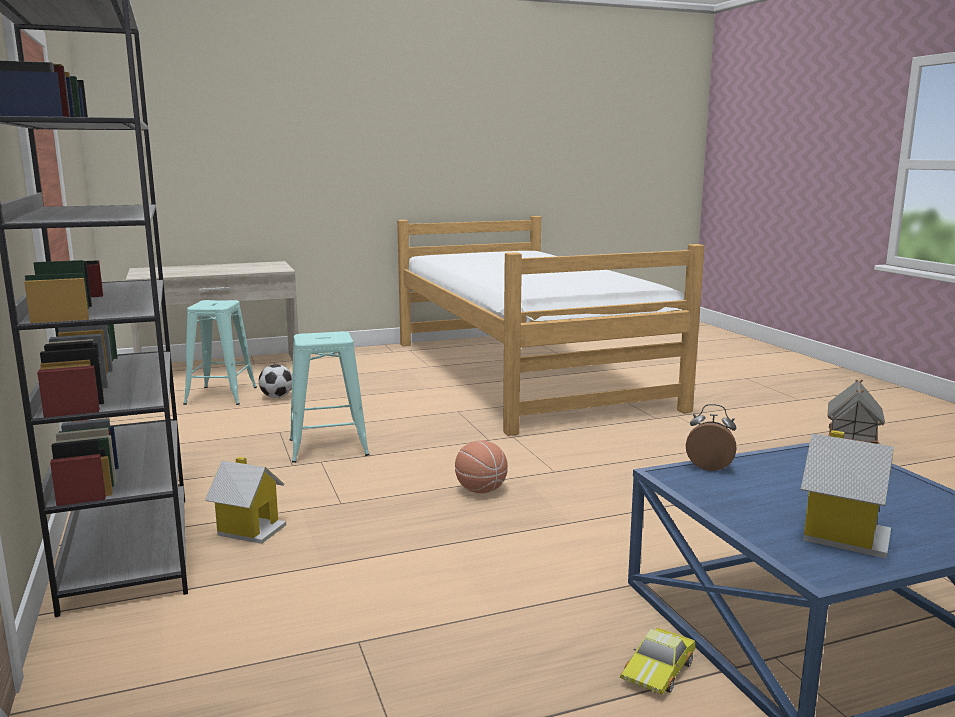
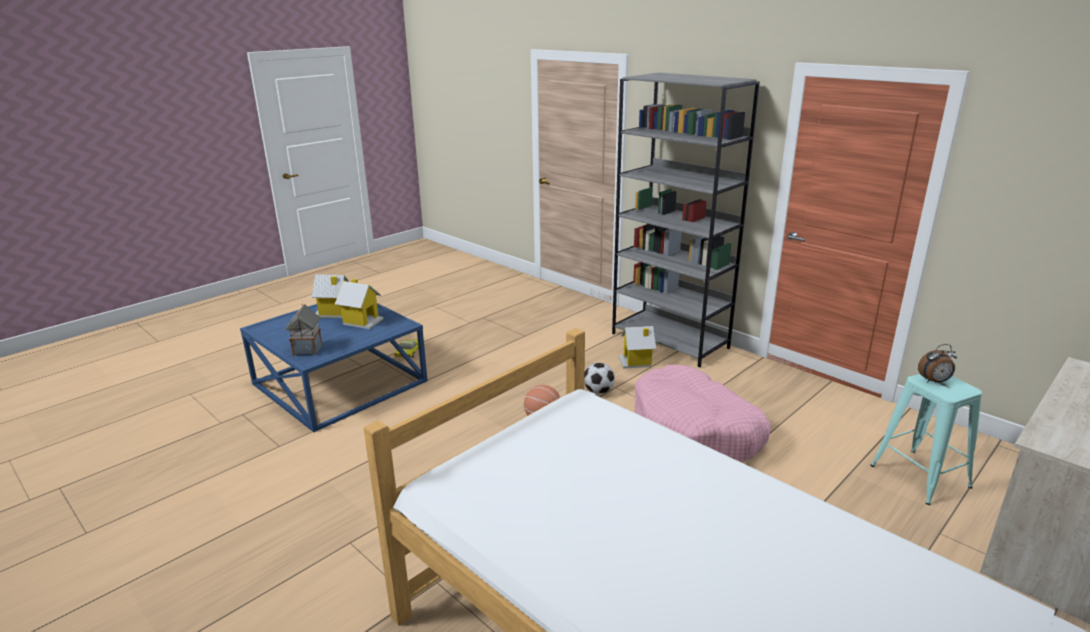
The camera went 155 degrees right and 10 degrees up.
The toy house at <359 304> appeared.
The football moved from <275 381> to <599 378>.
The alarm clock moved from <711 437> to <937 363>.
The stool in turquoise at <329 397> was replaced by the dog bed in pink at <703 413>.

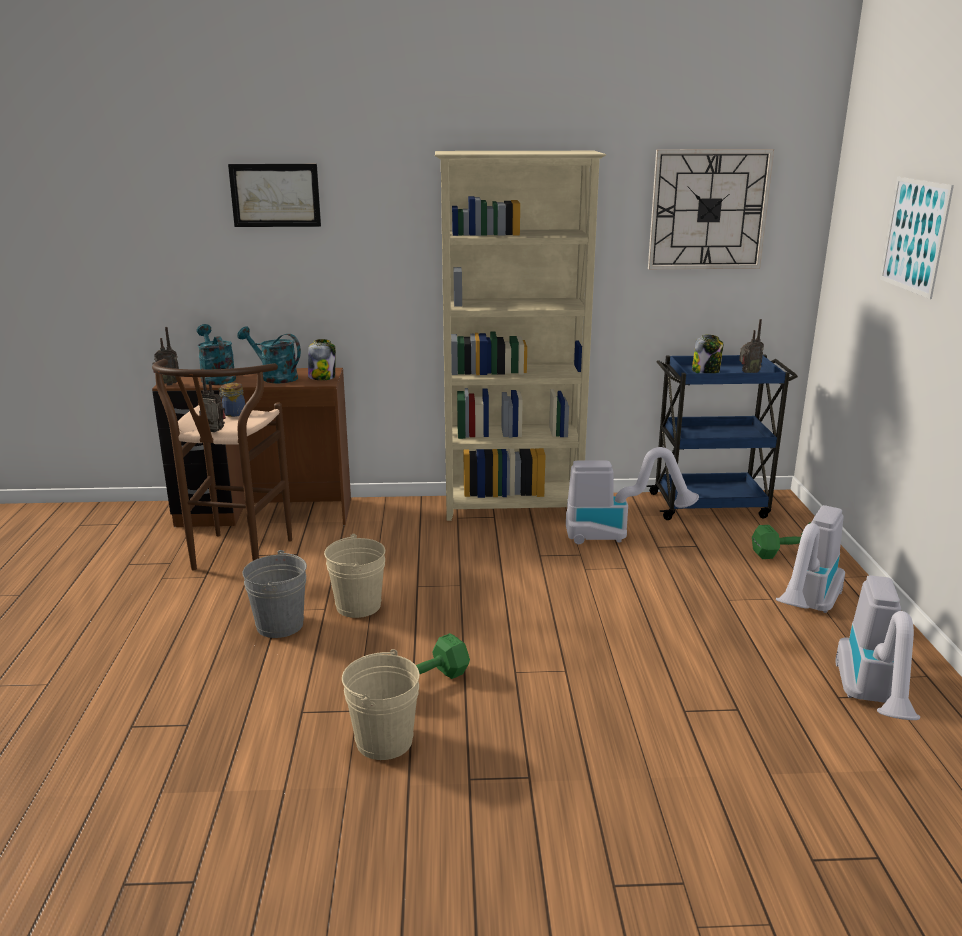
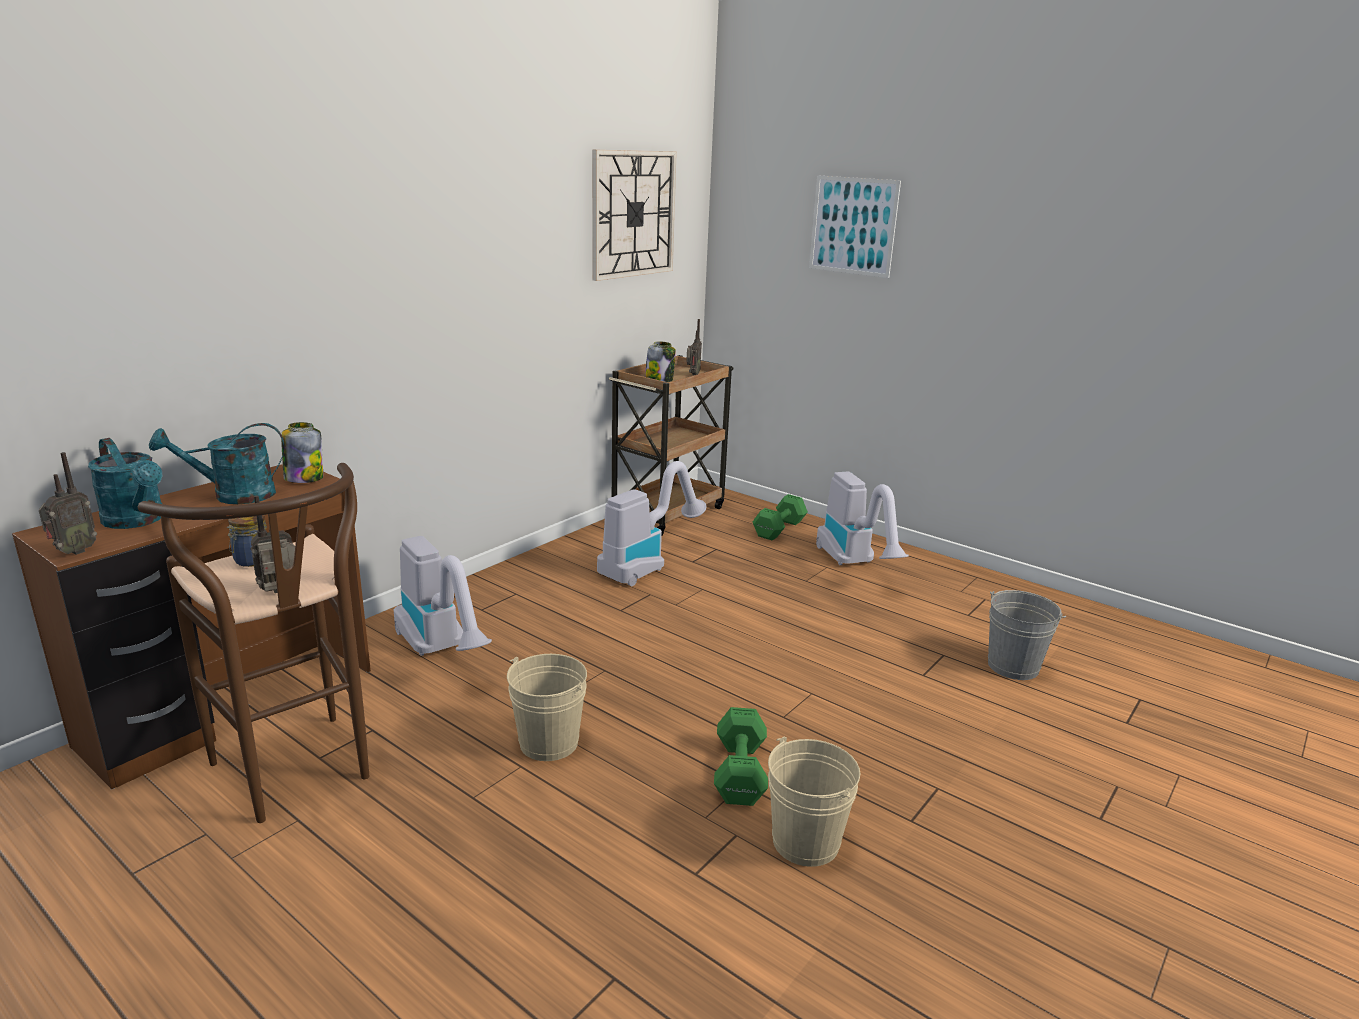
The camera went 50 degrees left and 0 degrees up.
The picture at <274 195> disappeared.
The bookcase in beige at <520 336> disappeared.
The bucket in grey moved from <274 594> to <1027 635>.
The vacuum cleaner moved from <878 647> to <443 596>.
The cart in blue at <722 437> became the cart in brown at <671 445>.
The watering can in turquoise at <216 354> turned 150 degrees counterclockwise.

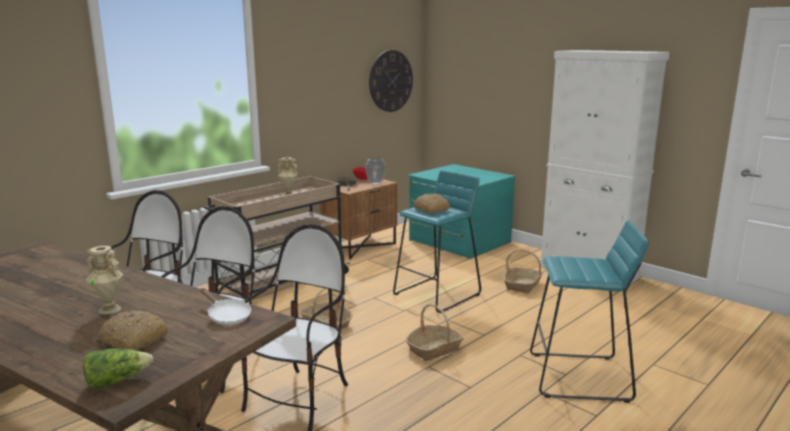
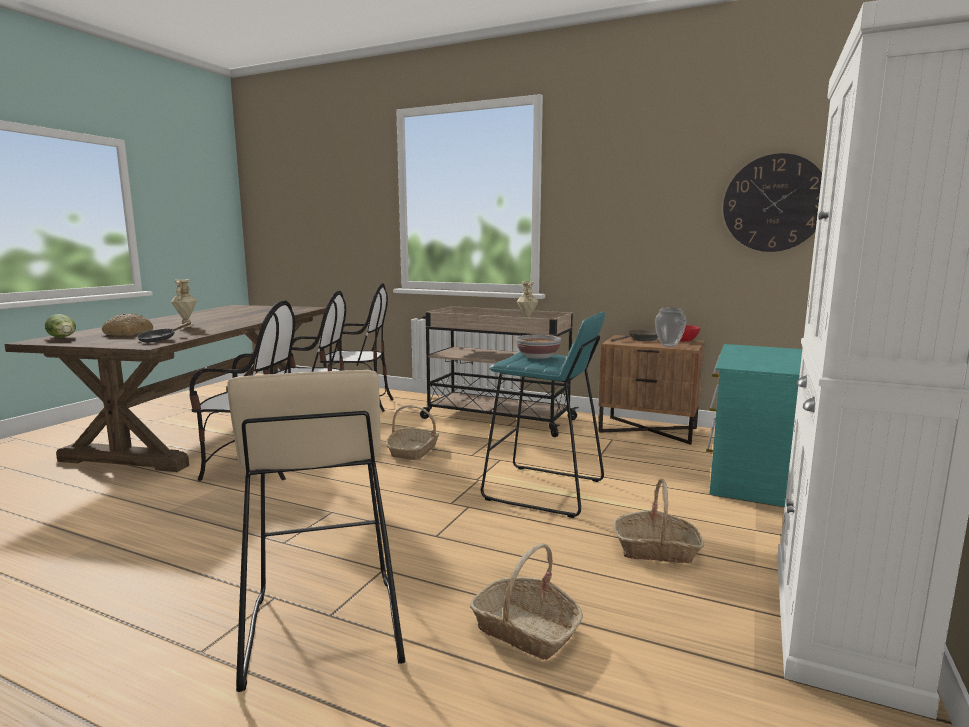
The camera went 70 degrees right and 5 degrees down.
The basket moved from <435 332> to <526 601>.
The bread at <431 203> was replaced by the bowl at <538 347>.
The frying pan in white at <226 306> became the frying pan in black at <164 332>.
The stool in turquoise at <589 311> became the stool in beige at <316 531>.

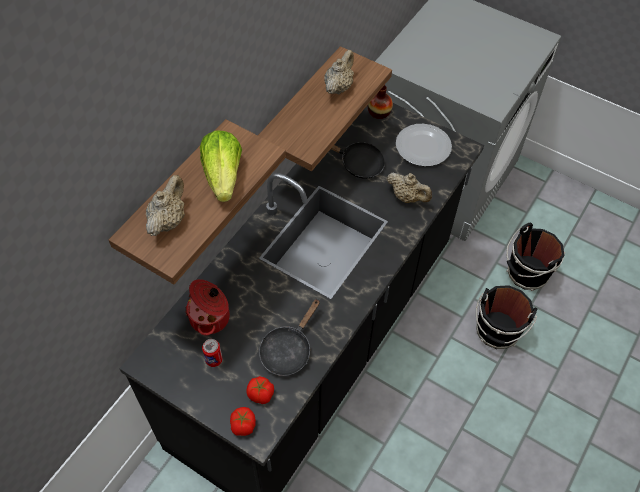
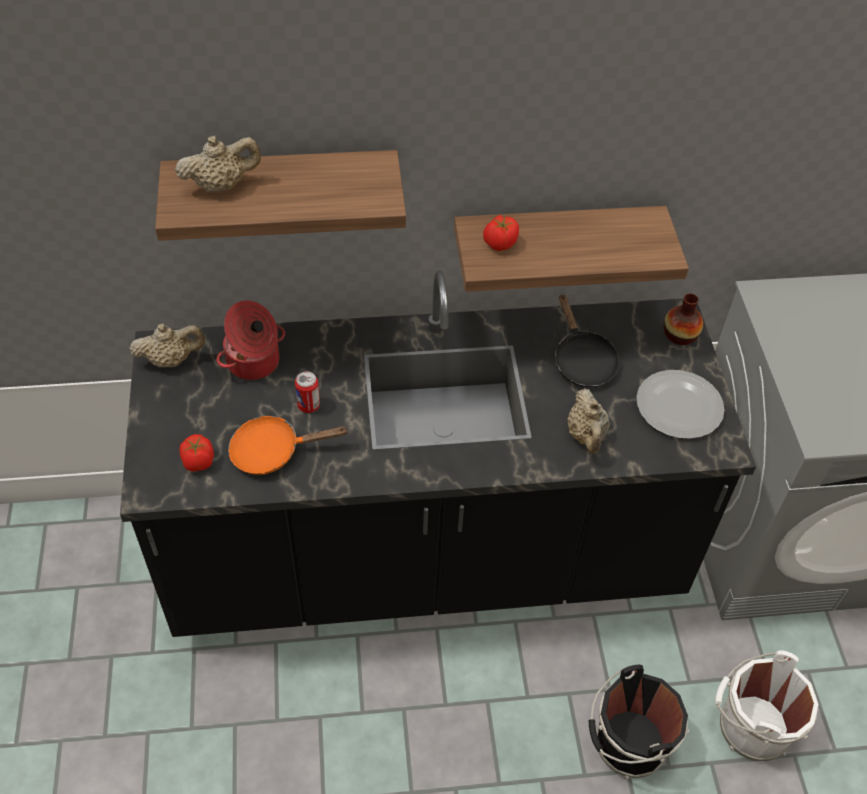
The camera went 50 degrees right and 5 degrees down.
The lettuce at <221 166> disappeared.
The can moved from <212 353> to <307 392>.
The tomato moved from <243 421> to <501 233>.
The teapot in beige moved from <339 72> to <167 345>.
The frying pan in black at <289 337> became the frying pan in orange at <288 445>.
The bucket in black at <535 257> became the bucket in white at <767 705>.

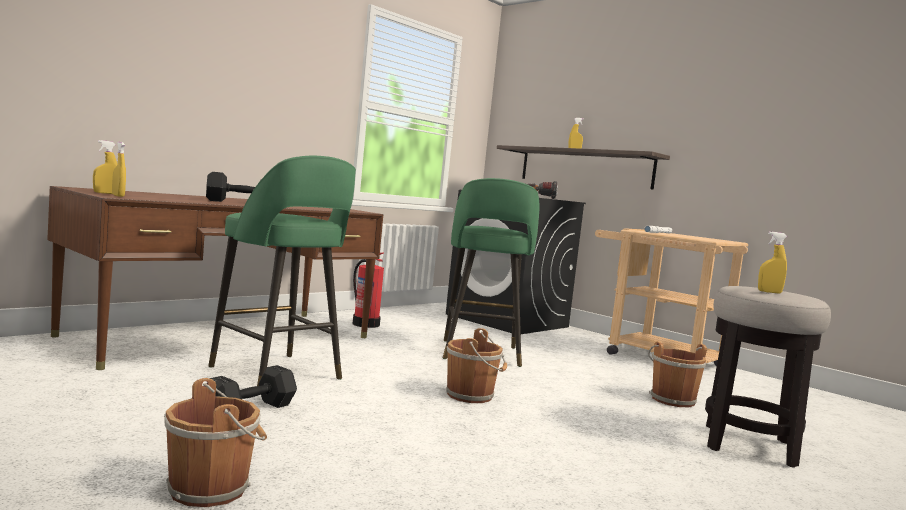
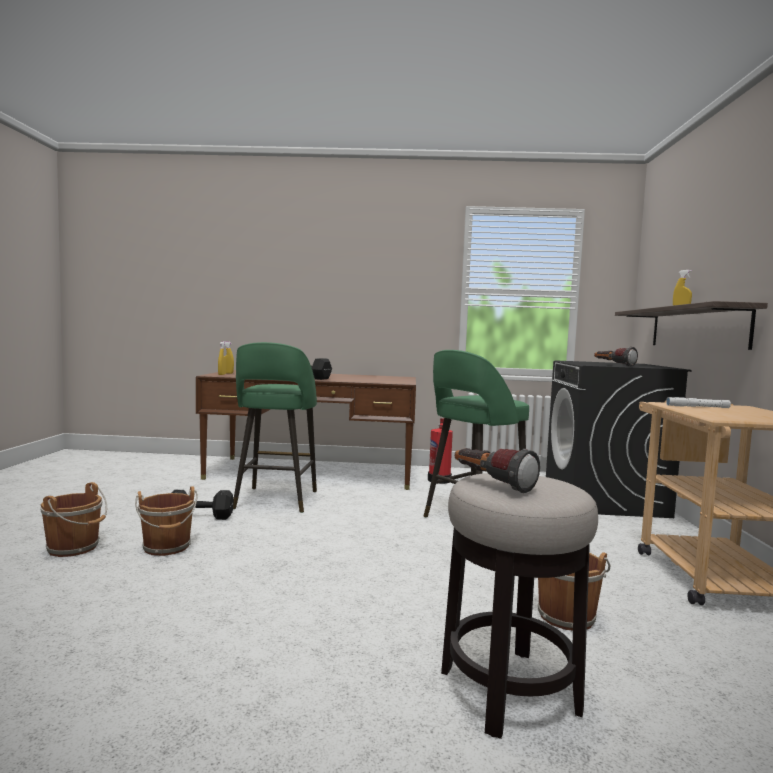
The camera went 50 degrees right and 0 degrees up.
The bucket in brown moved from <476 365> to <166 521>.
The spray bottle in yellow at <772 262> was replaced by the flashlight at <497 470>.

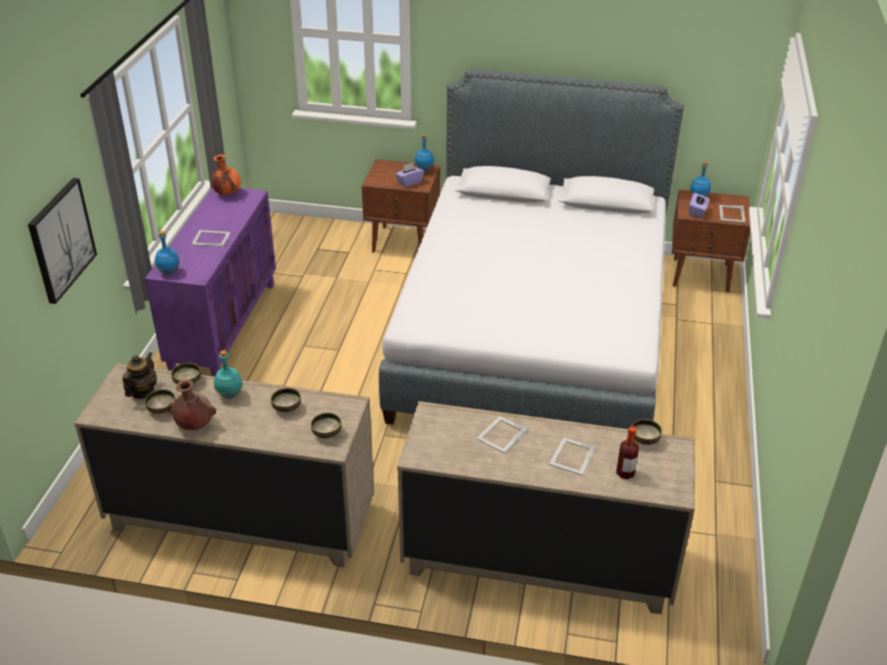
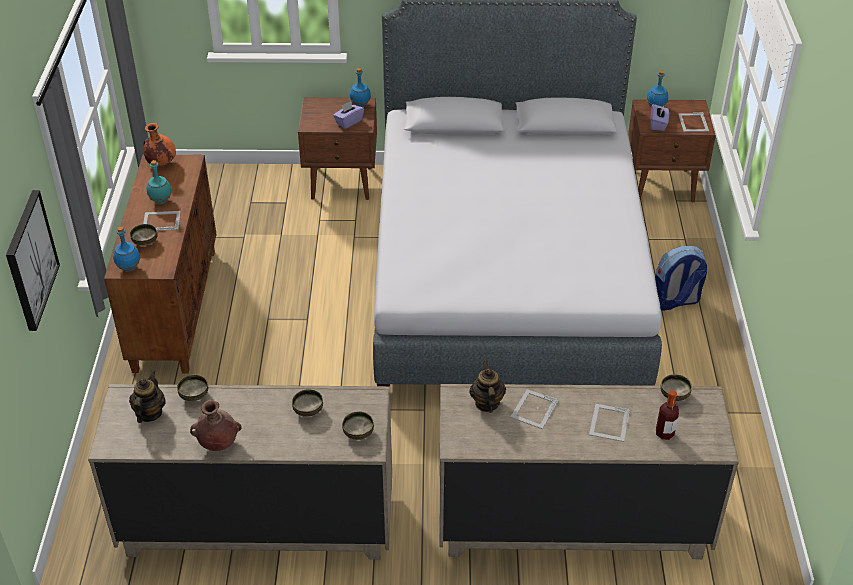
The camera went 10 degrees left and 5 degrees up.
The teapot at <487 387> appeared.
The backpack at <681 278> appeared.
The bowl moved from <160 401> to <144 235>.
The bottle in turquoise moved from <228 374> to <159 182>.
The cabinet in purple at <210 282> became the cabinet in brown at <160 264>.

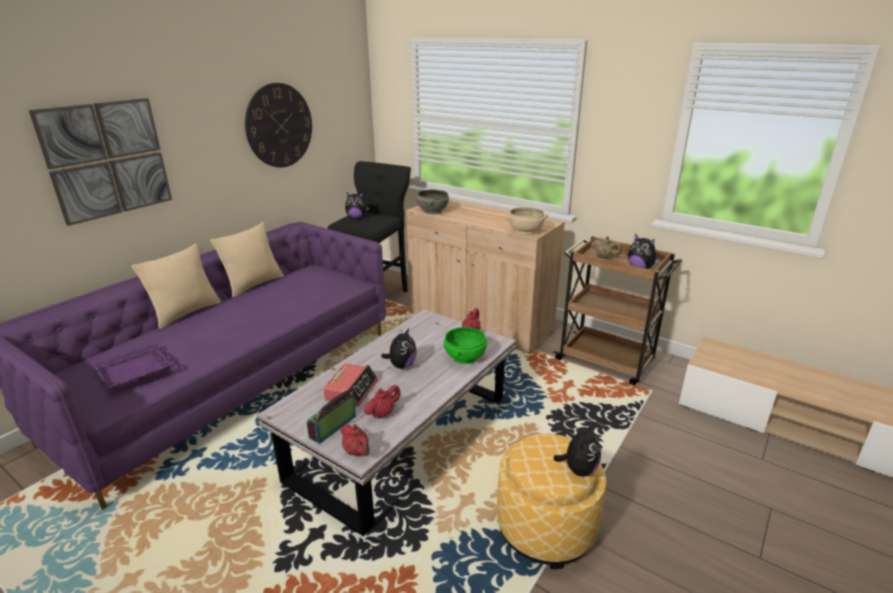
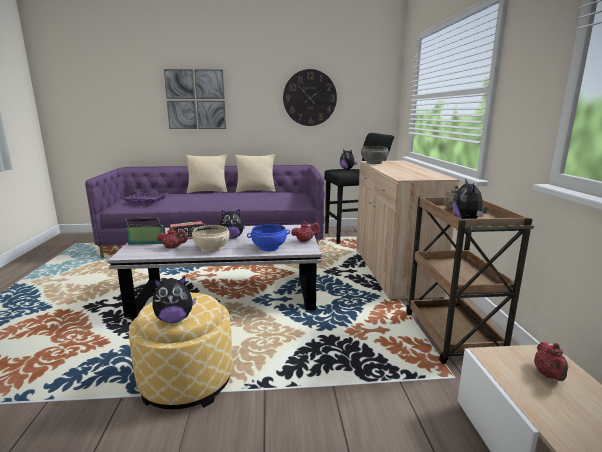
The camera went 50 degrees right and 10 degrees down.
The teapot in red moved from <355 440> to <551 361>.
The bowl in beige moved from <526 221> to <210 238>.
The bowl in green at <465 345> became the bowl in blue at <268 237>.

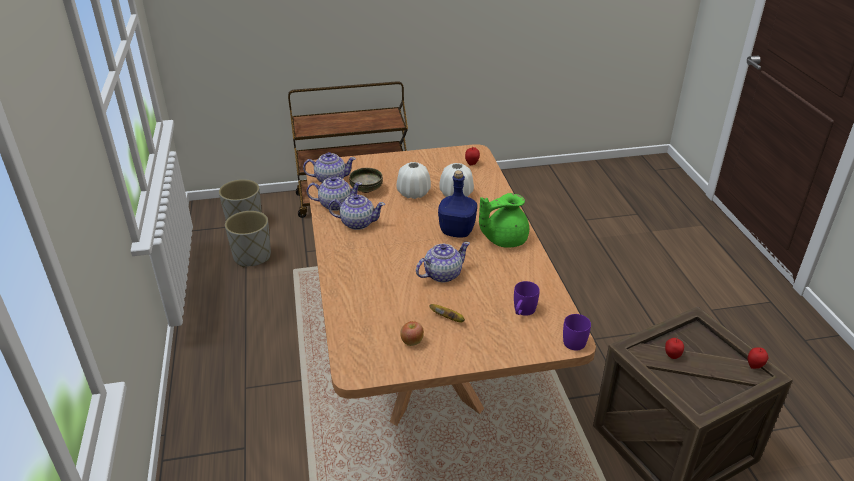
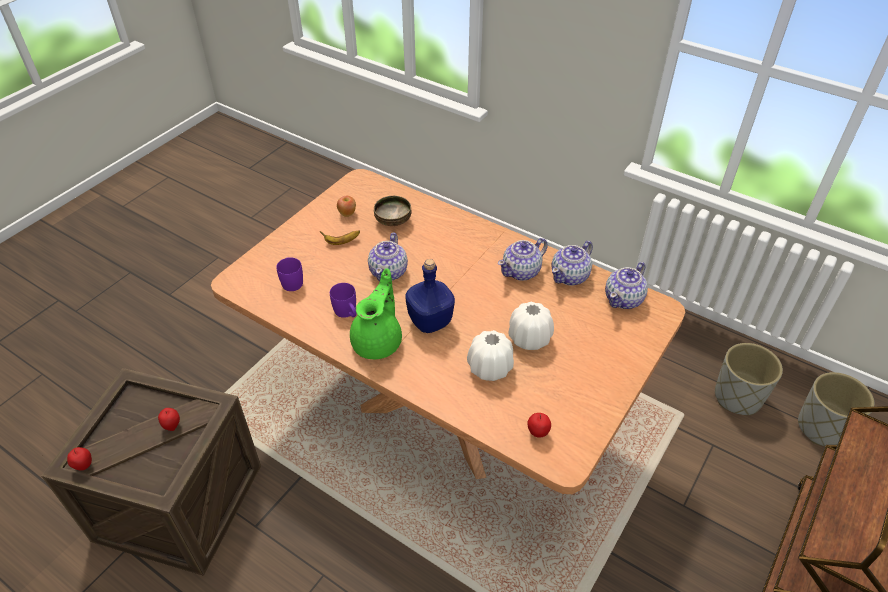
The camera went 135 degrees right and 10 degrees up.
The bowl moved from <366 180> to <392 211>.
The mug in purple moved from <577 332> to <343 300>.

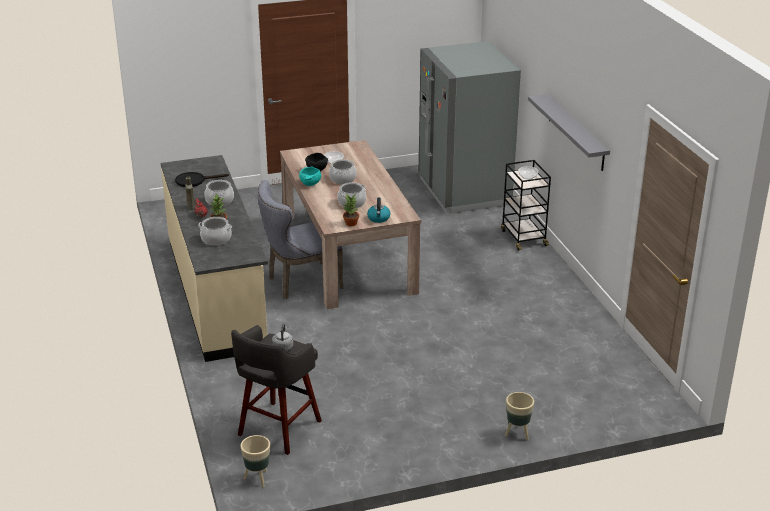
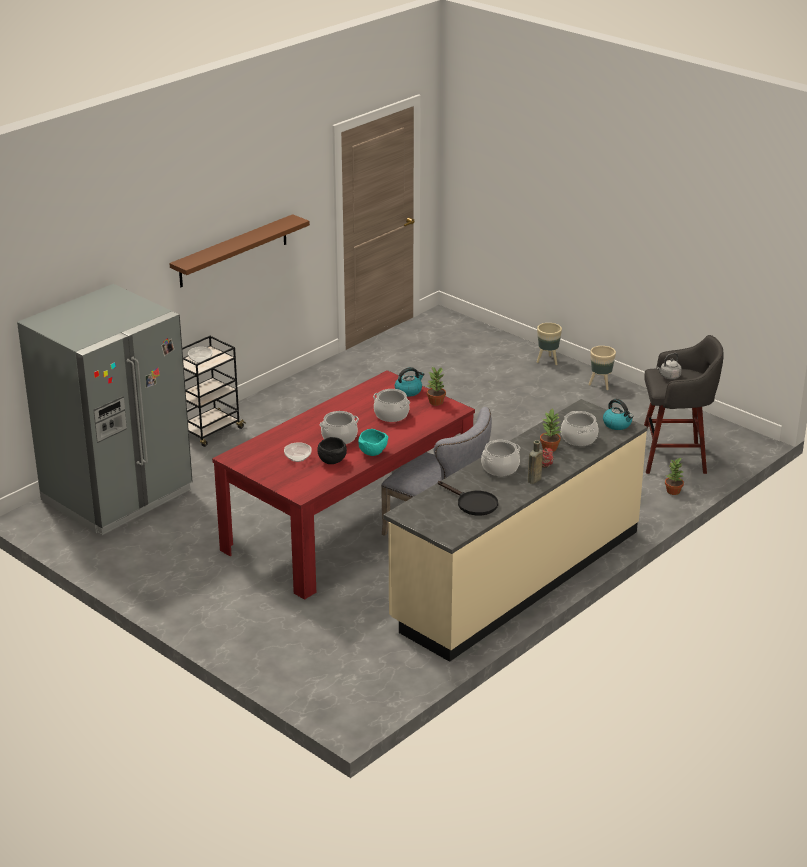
The camera went 120 degrees left and 0 degrees up.
The kettle at <618 414> appeared.
The potted plant at <674 476> appeared.
The planter in beige moved from <255 461> to <602 368>.
The dining table in beige at <350 224> became the dining table in red at <343 485>.
The shelf in grey at <569 132> became the shelf in brown at <239 250>.

